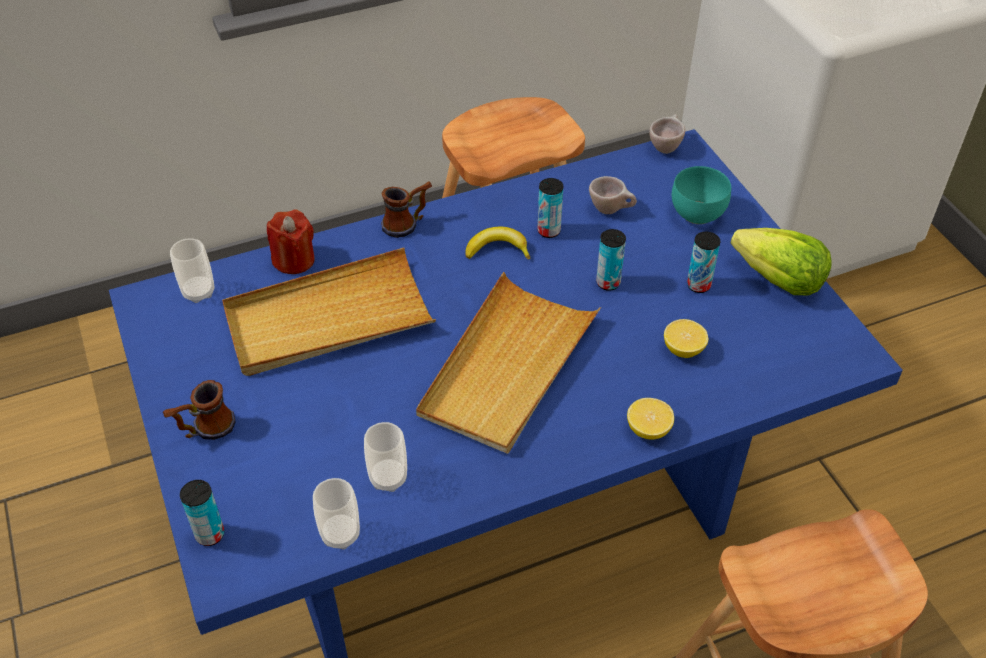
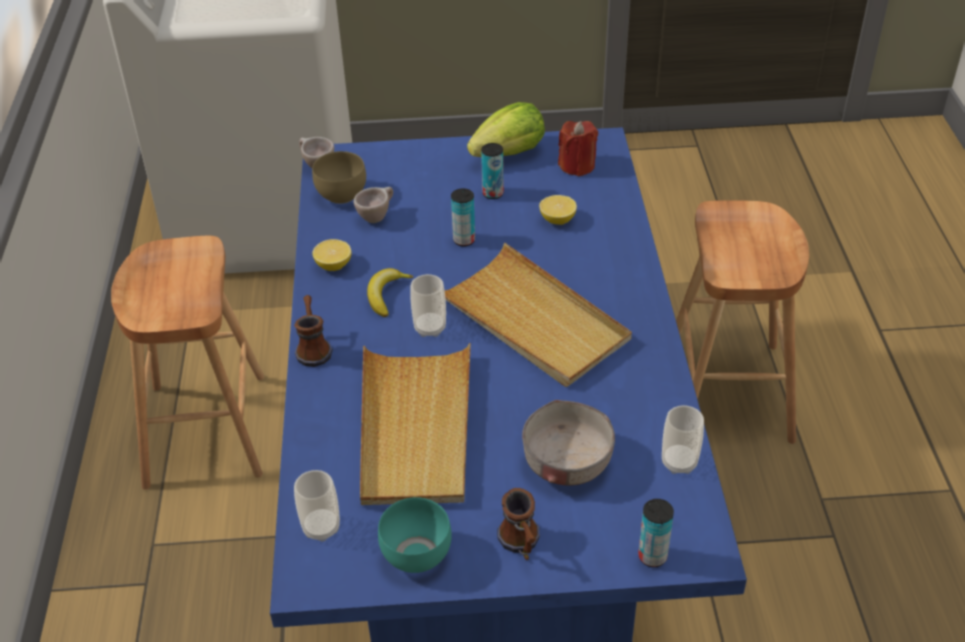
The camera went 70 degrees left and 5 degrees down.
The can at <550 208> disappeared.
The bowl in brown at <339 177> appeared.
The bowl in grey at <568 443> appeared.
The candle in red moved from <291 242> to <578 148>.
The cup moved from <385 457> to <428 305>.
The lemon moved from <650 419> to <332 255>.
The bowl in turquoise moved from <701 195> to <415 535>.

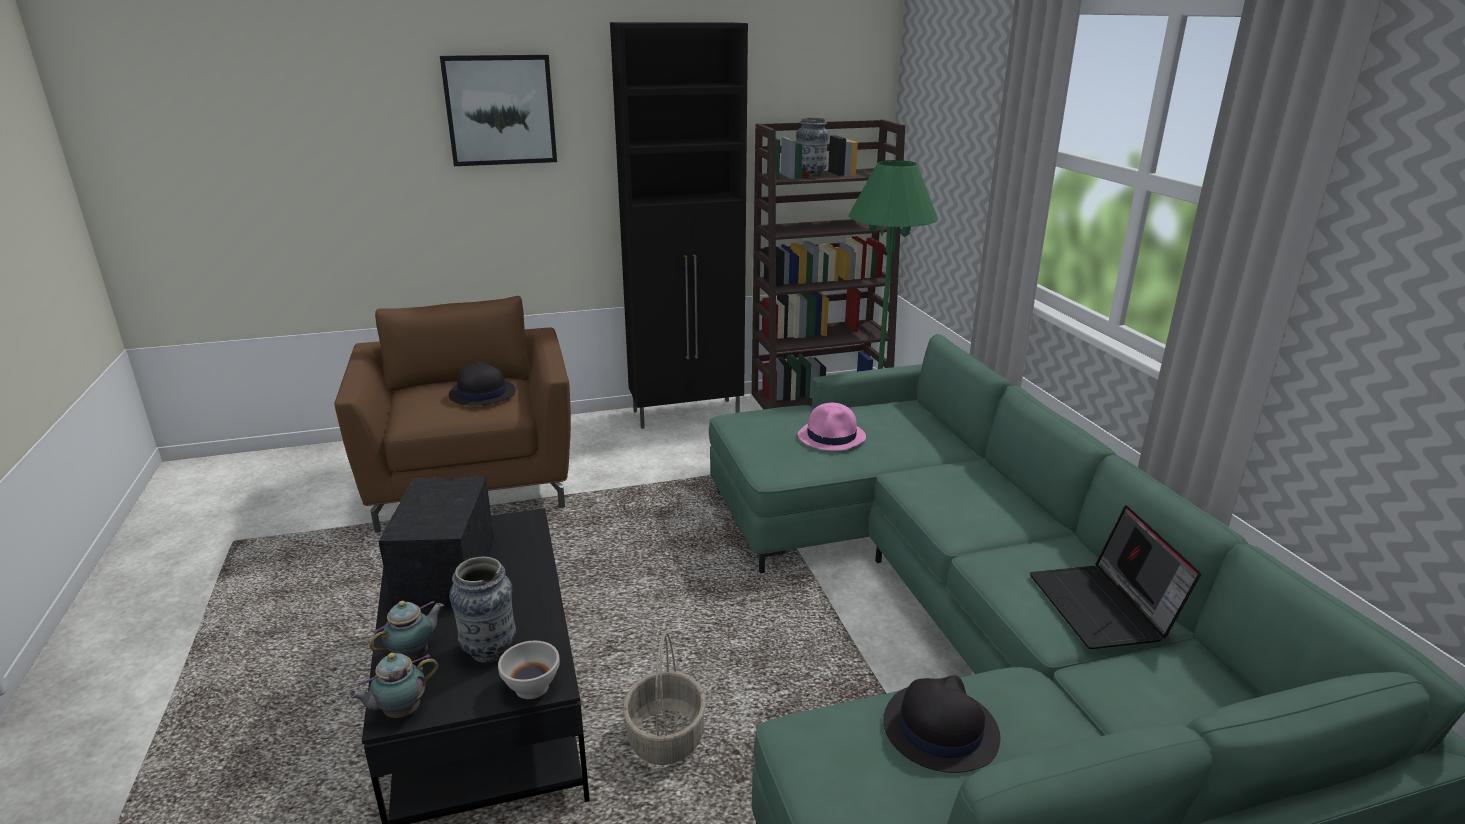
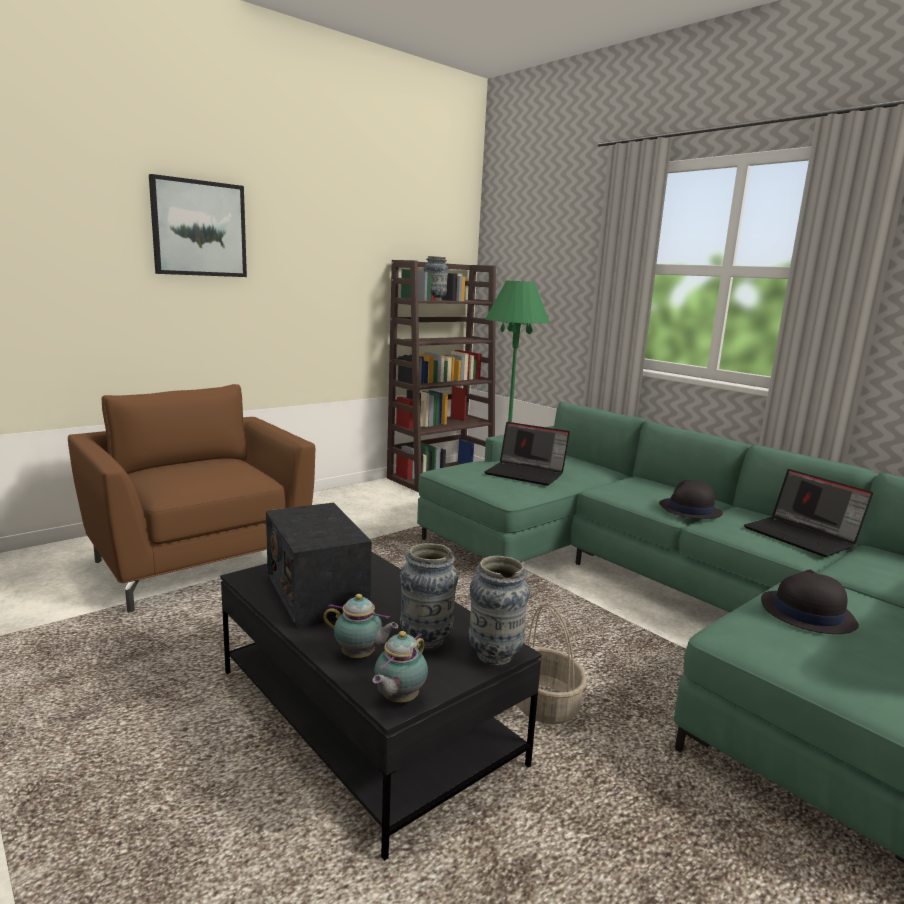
The camera went 25 degrees left and 10 degrees down.
The cabinet in black at <679 225> disappeared.
The hat in black moved from <482 384> to <691 499>.
The bowl in white at <529 670> was replaced by the vase at <499 610>.
The hat in pink at <832 427> was replaced by the laptop at <527 454>.
The teapot at <406 630> turned 90 degrees clockwise.

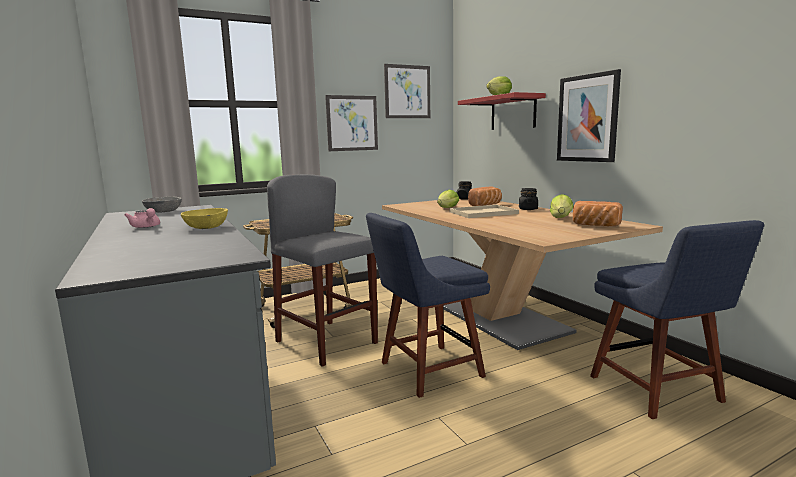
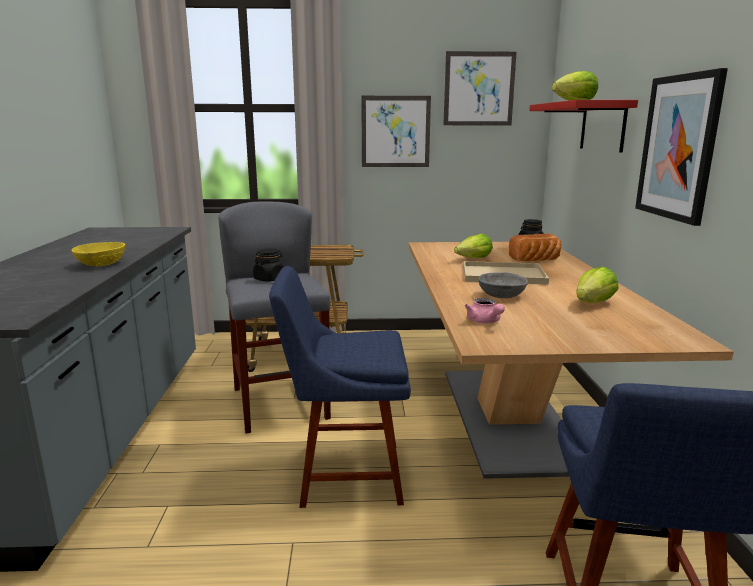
The camera went 25 degrees right and 5 degrees up.
The bread at <598 213> disappeared.
The teapot in pink moved from <142 218> to <485 311>.
The bowl in grey moved from <162 204> to <503 285>.
The jar in black moved from <528 199> to <268 265>.

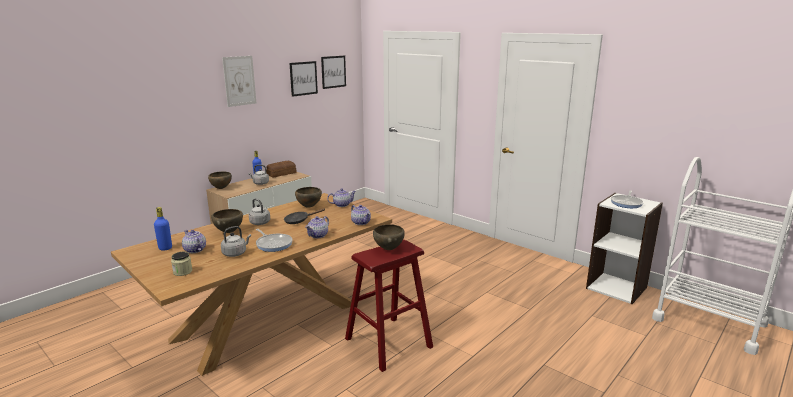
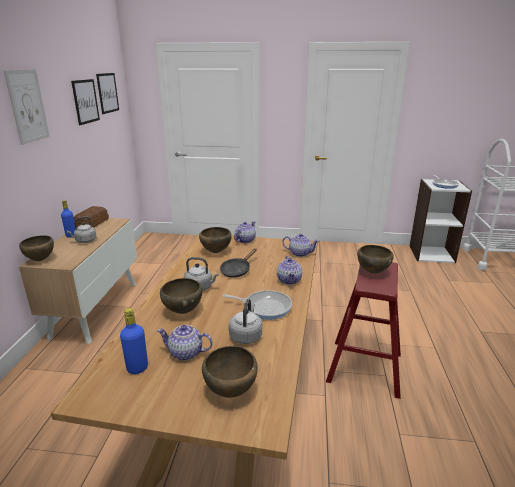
The camera went 35 degrees left and 5 degrees up.
The jar at <181 264> was replaced by the bowl in brown at <230 372>.

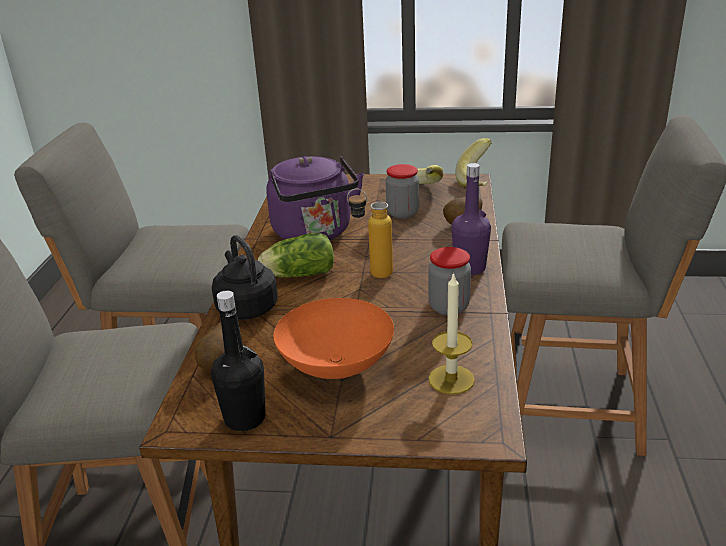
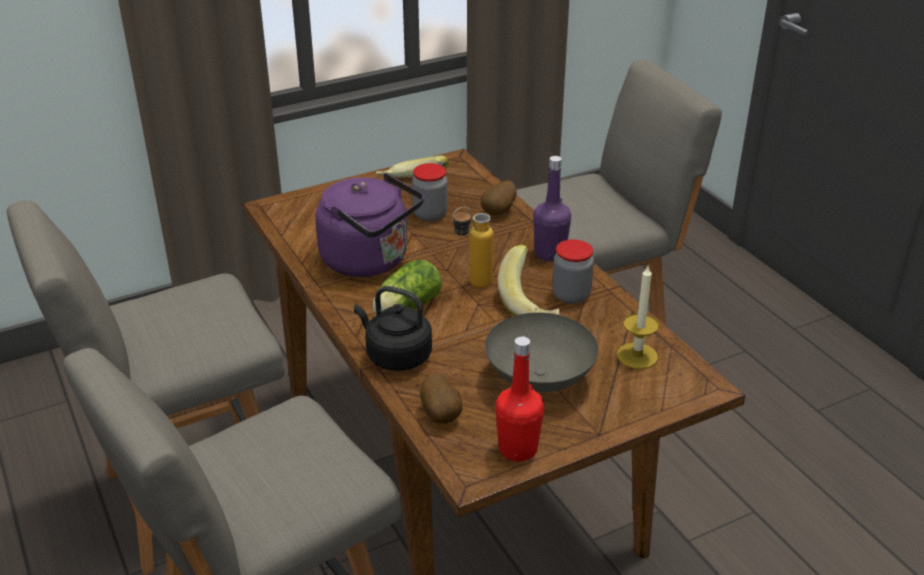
The camera went 35 degrees left and 5 degrees up.
The banana moved from <473 163> to <529 280>.
The bottle in black at <238 360> became the bottle in red at <519 399>.
The bowl in orange at <334 338> became the bowl in grey at <541 352>.

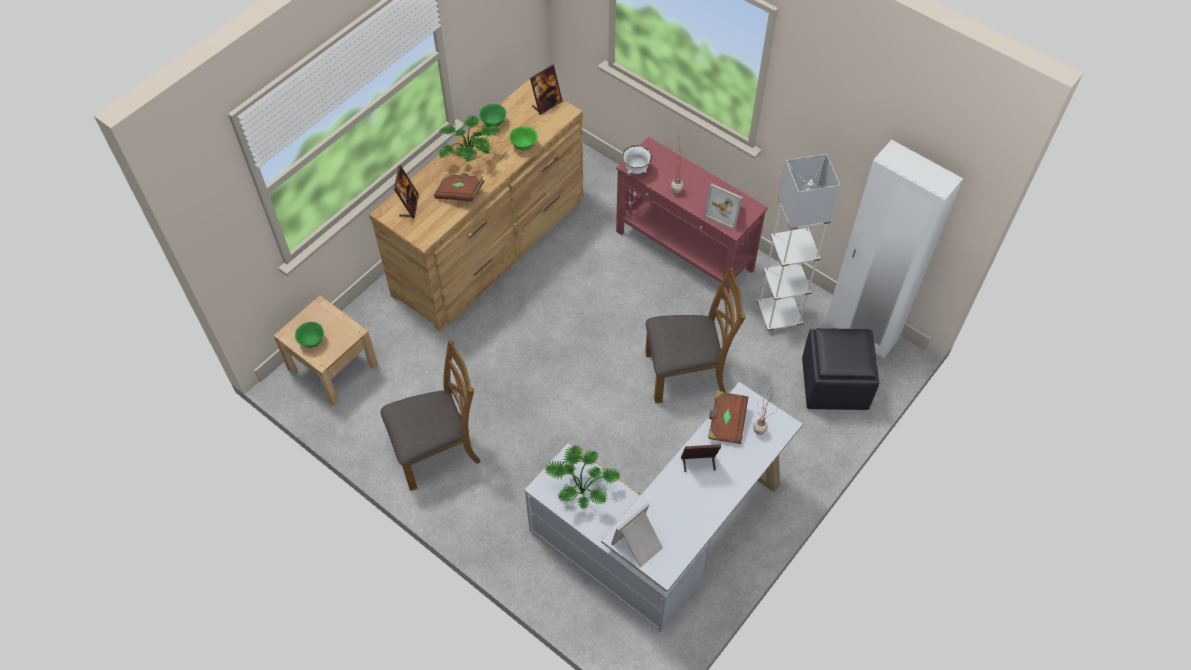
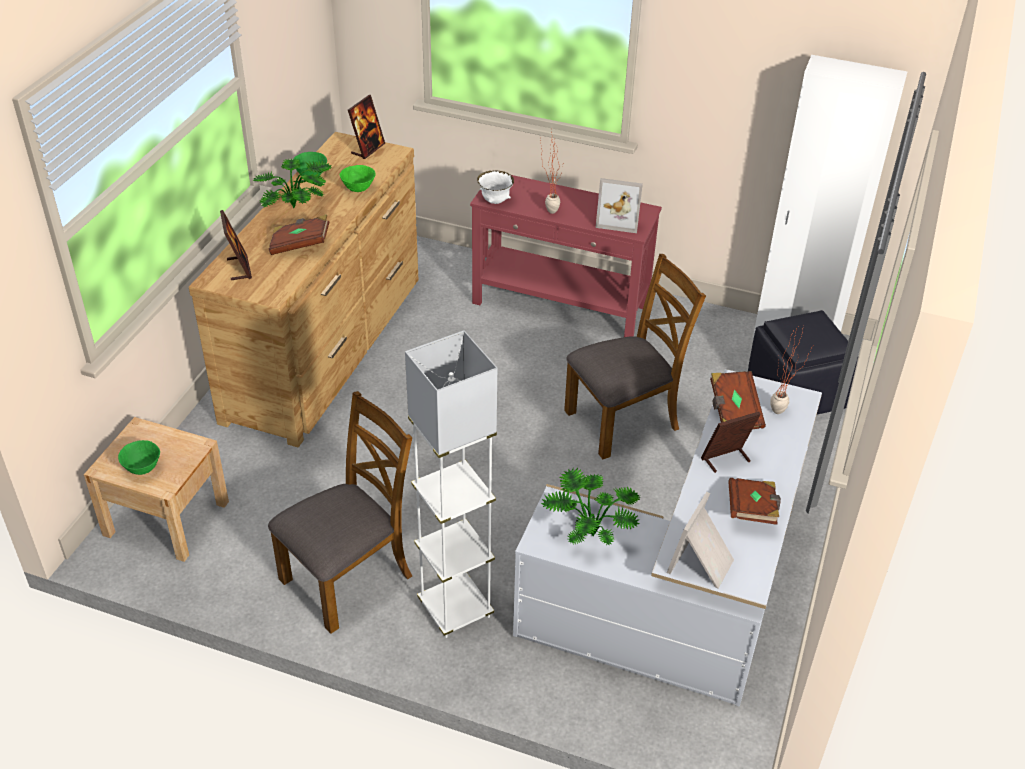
The camera went 20 degrees left and 15 degrees down.
The book in brown at <755 501> appeared.
The floor lamp in white moved from <798 243> to <451 484>.

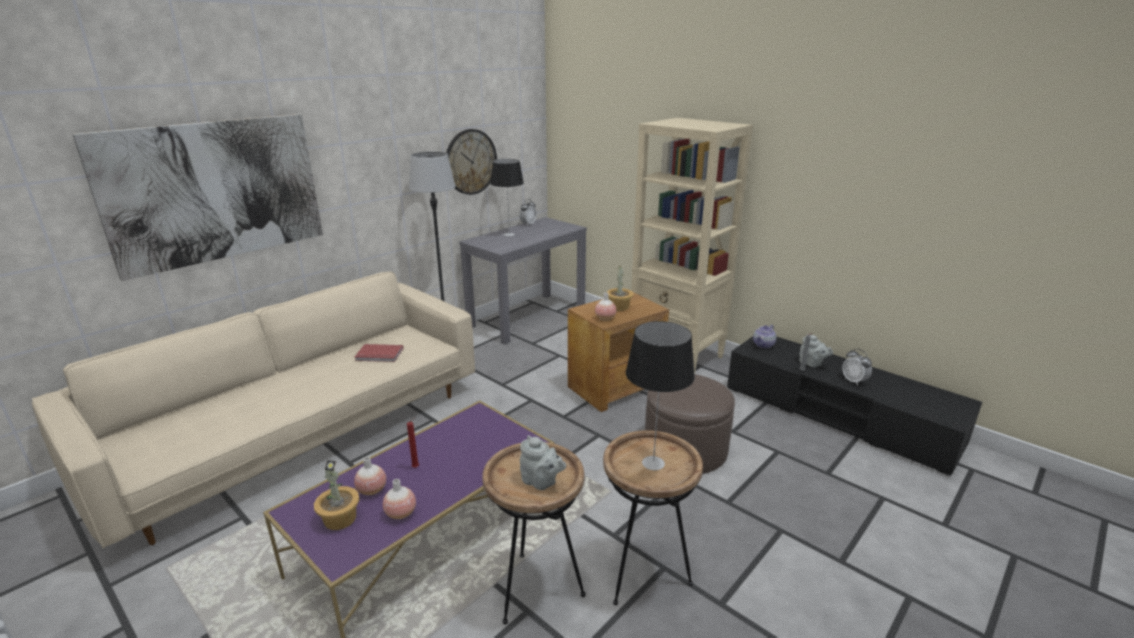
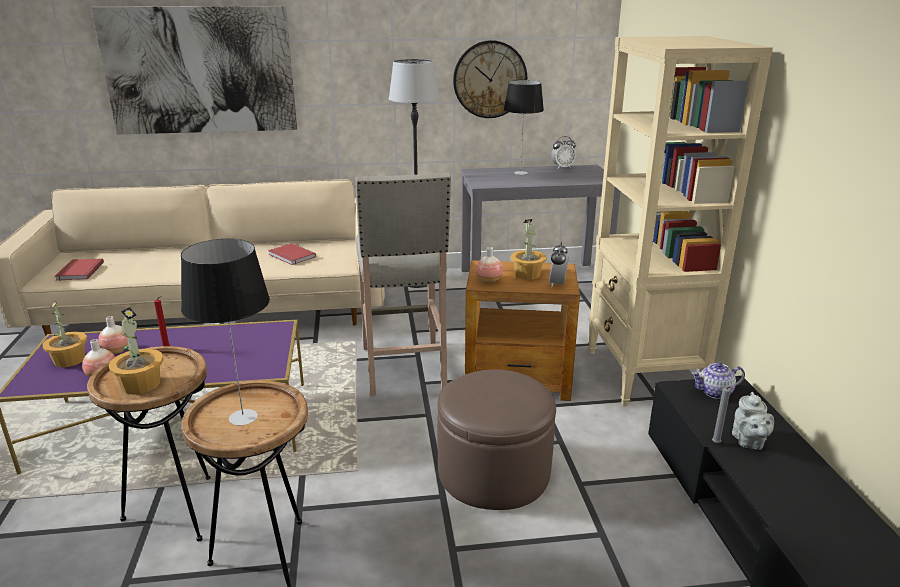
The camera went 40 degrees right and 0 degrees up.
The book in red at <79 269> appeared.
The stool in beige at <403 284> appeared.
The alarm clock moved from <857 367> to <559 265>.
The teapot in grey at <543 462> was replaced by the potted plant at <136 351>.

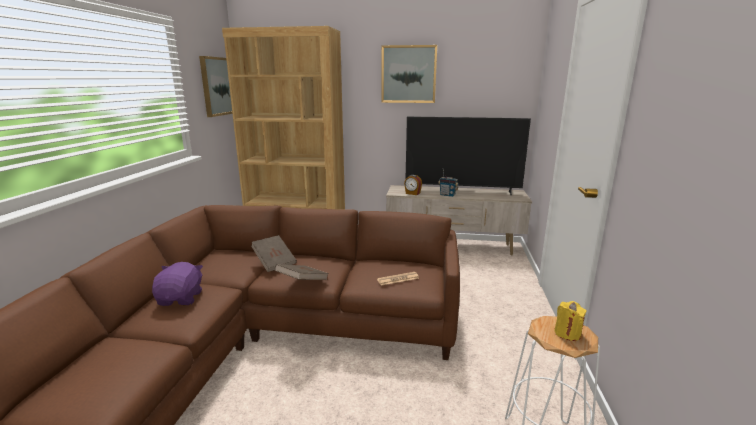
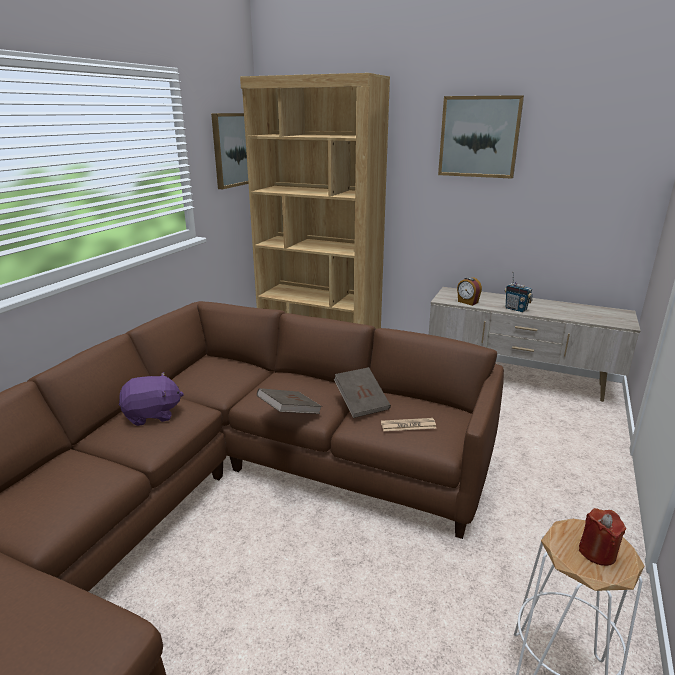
The camera went 15 degrees right and 5 degrees up.
The television at <468 156> disappeared.
The book in brown moved from <274 253> to <362 392>.
The candle in yellow at <570 321> became the candle in red at <602 537>.
The plush toy in purple at <177 284> turned 60 degrees clockwise.

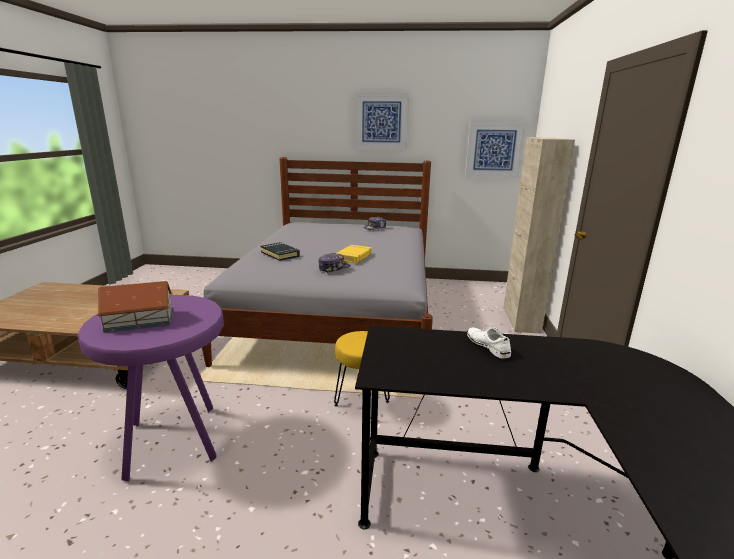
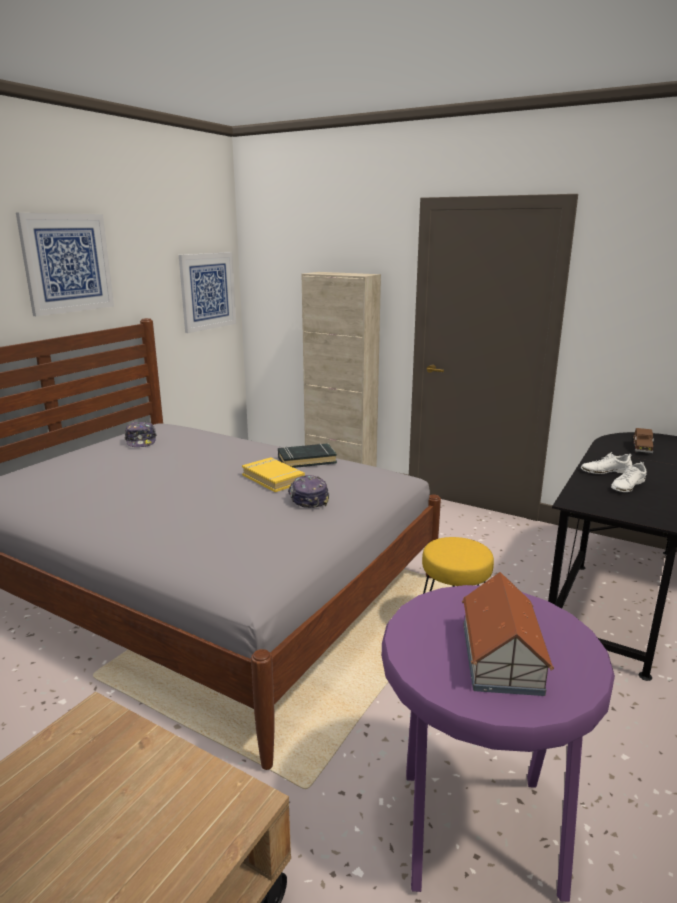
The camera went 65 degrees left and 0 degrees up.
The shoe in white at <629 477> appeared.
The toy car in brown at <643 441> appeared.
The book in black moved from <280 251> to <307 455>.

